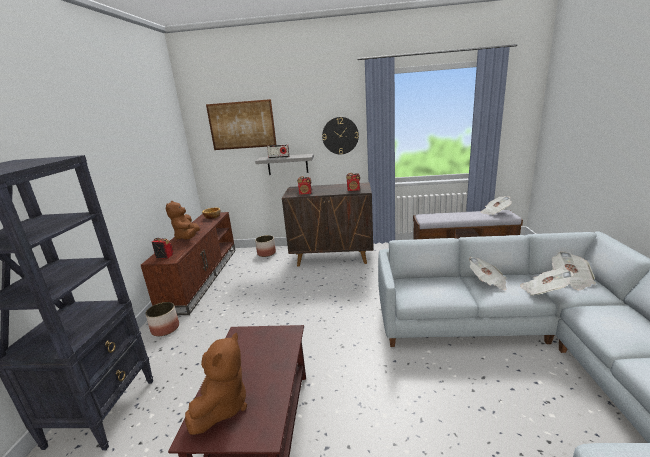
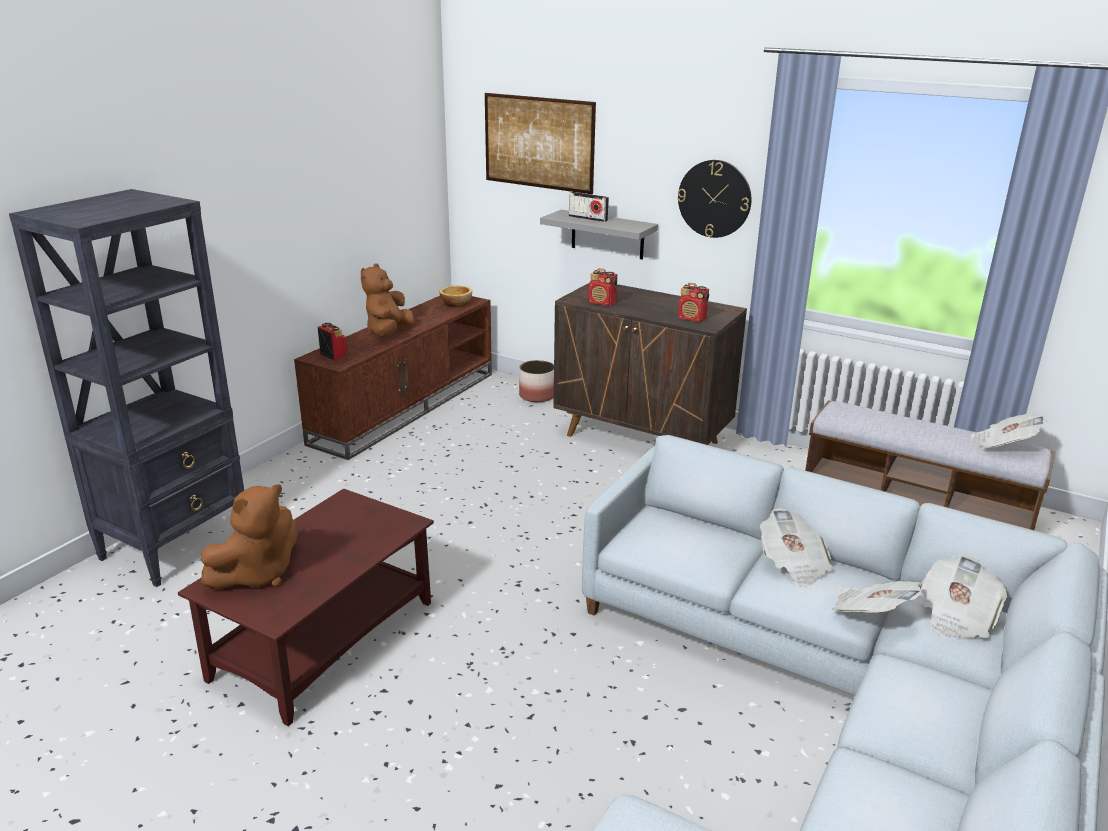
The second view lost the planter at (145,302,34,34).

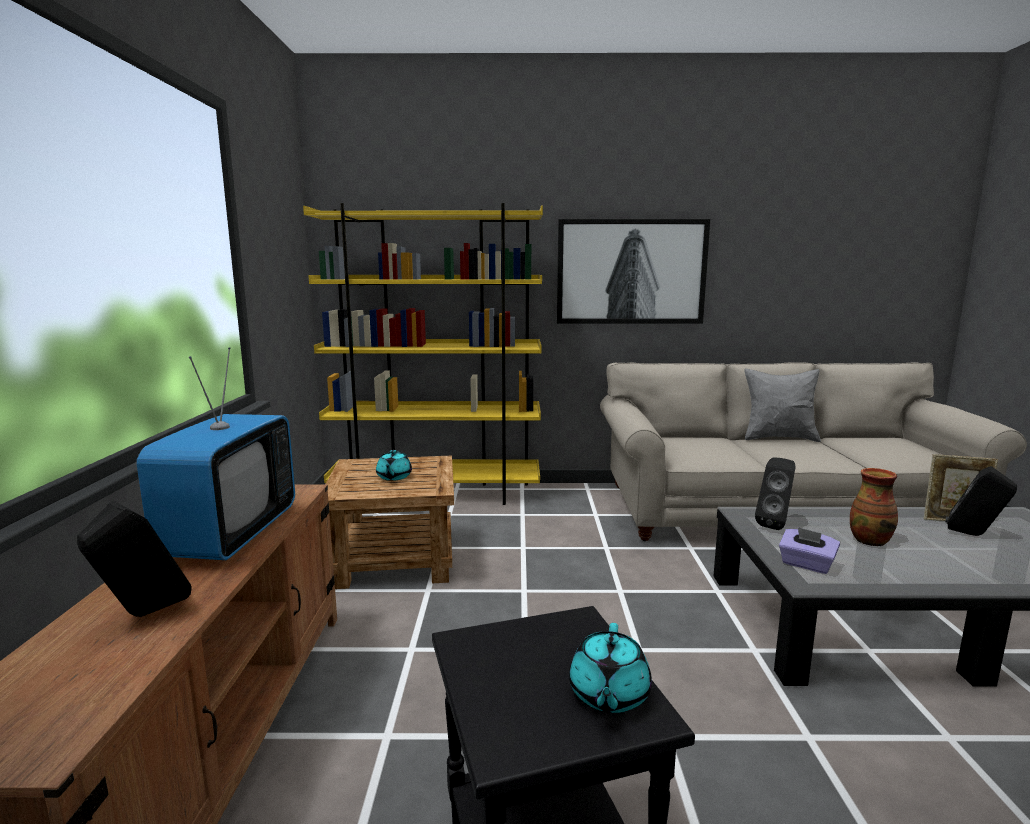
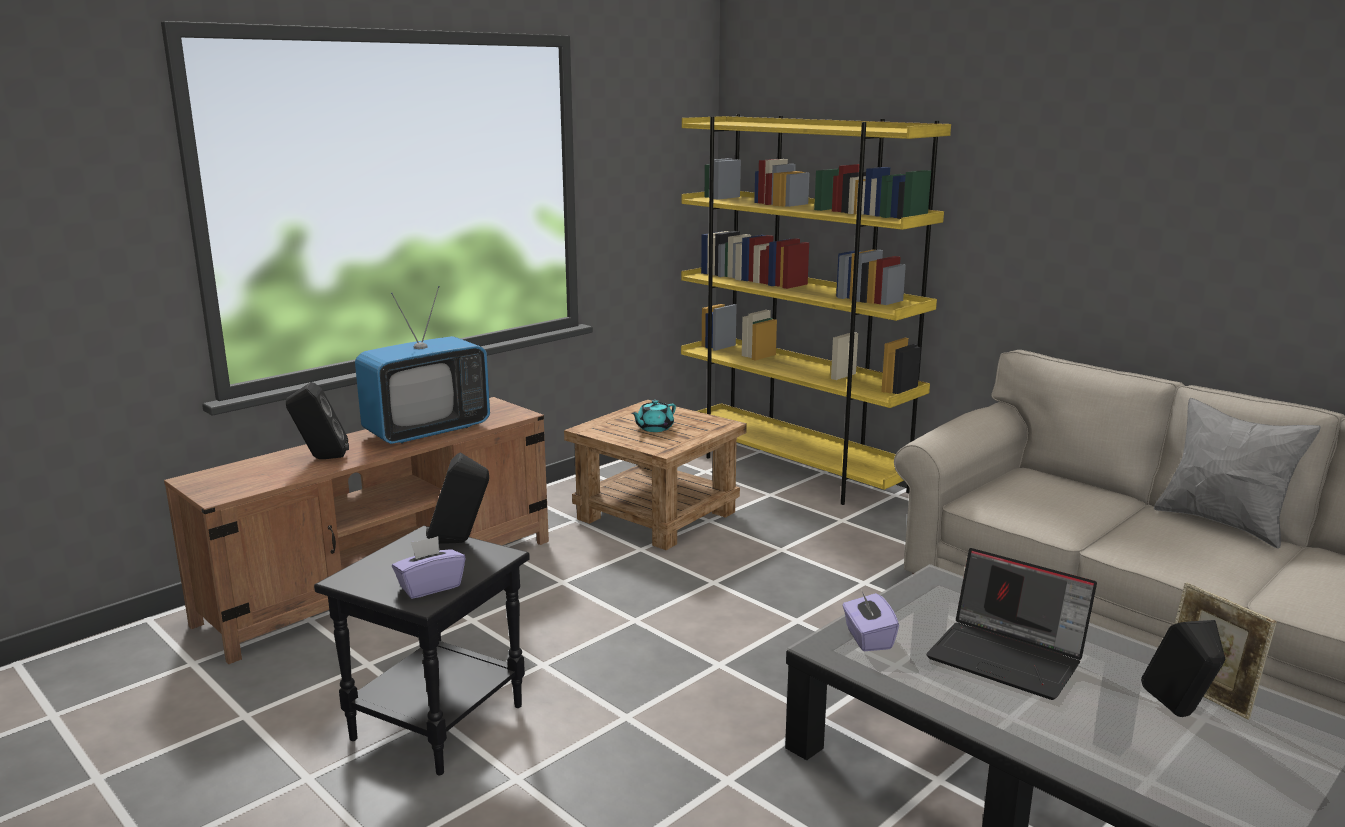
The second view lost the picture at (557,219,153,105).
The speaker (black) ended up elsewhere, having gone from (755,457,40,73) to (426,452,63,92).
Where the teapot (turquoise) stood at (569,623,83,90), the tissue box (purple) came to stand at (392,536,74,63).
Where the vase stood at (850,468,48,79), the laptop came to stand at (926,548,171,152).

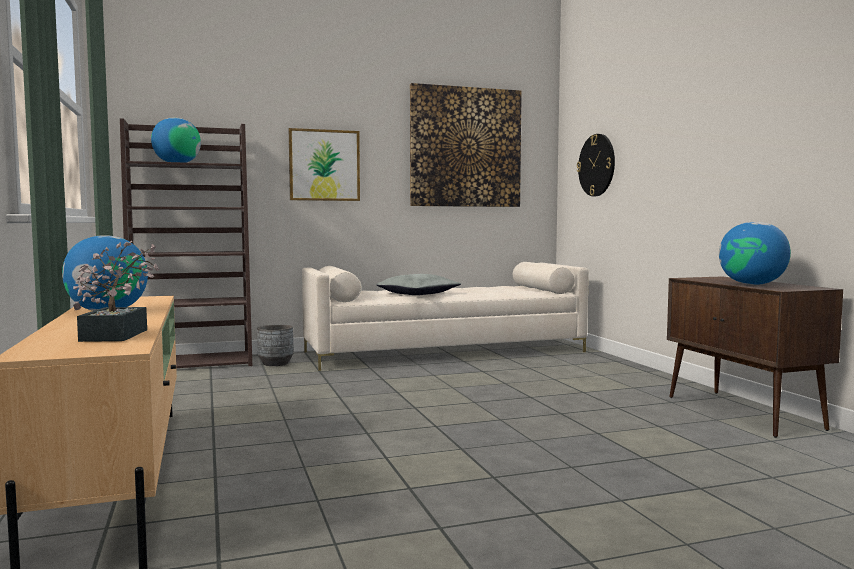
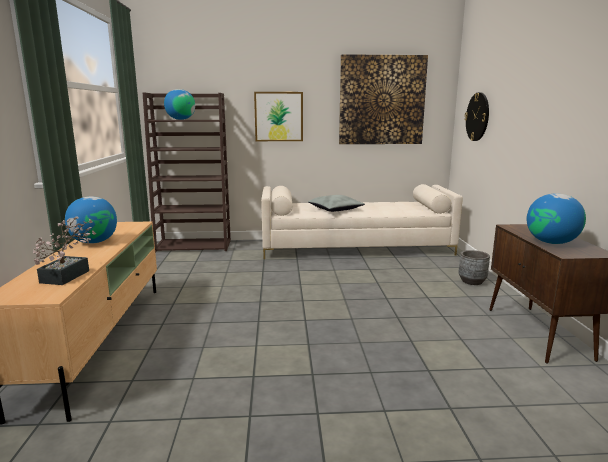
The planter (grey) ended up elsewhere, having gone from (257,325,37,41) to (458,250,32,35).

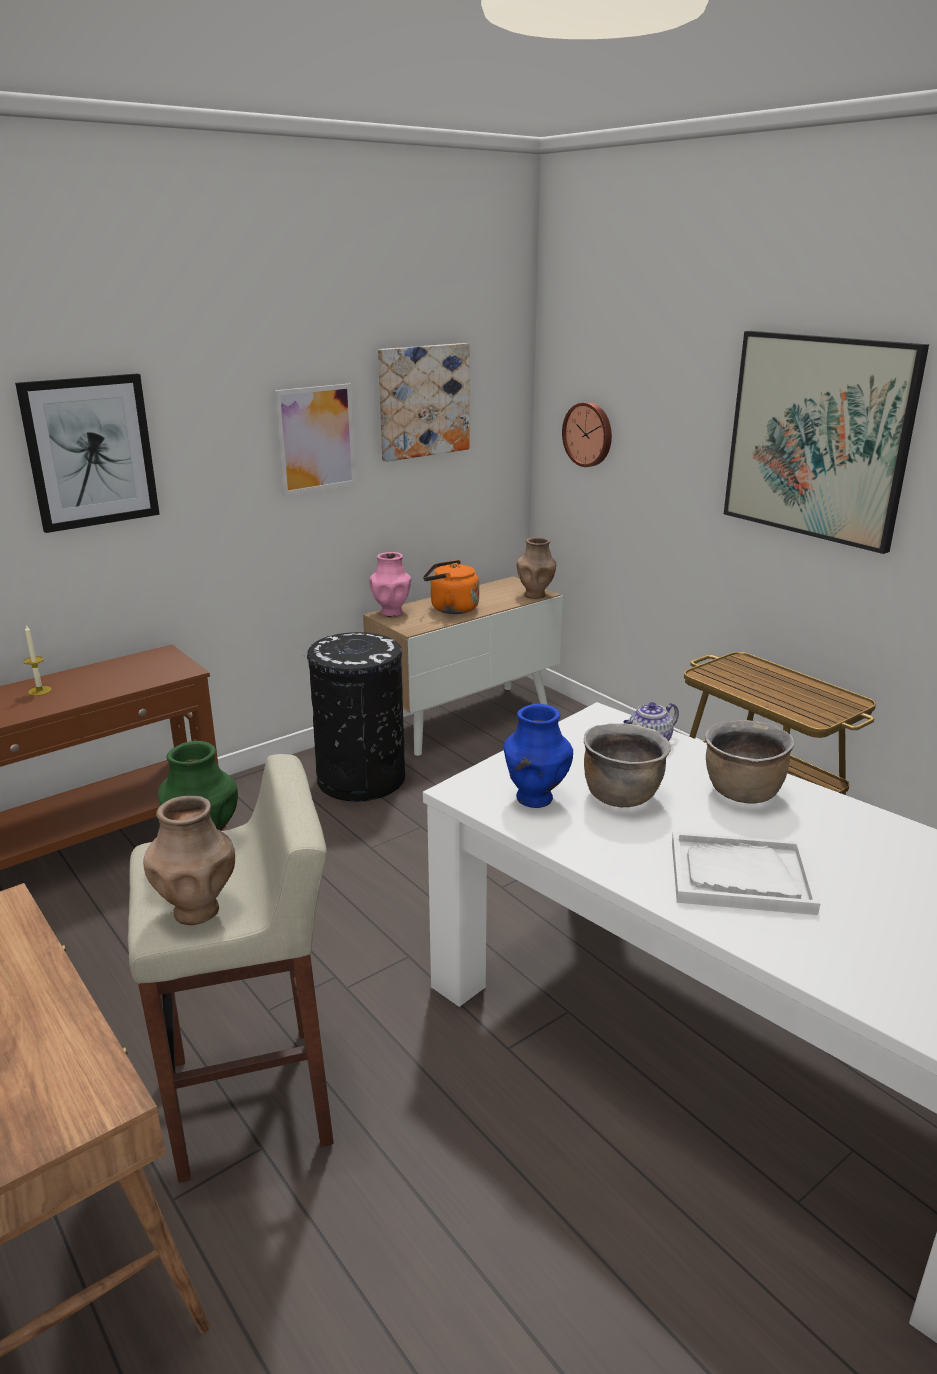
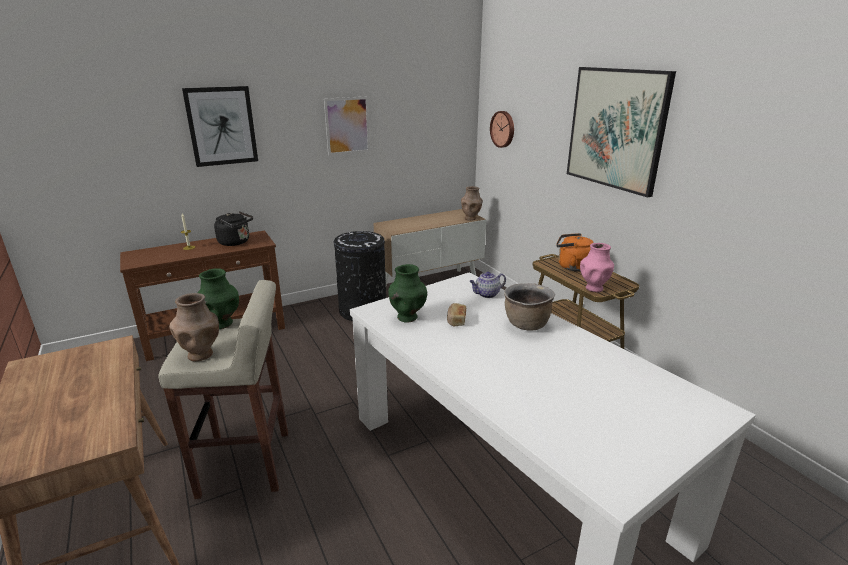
The second view lost the picture at (378,343,91,119).
The second view lost the tray (white) at (672,832,148,83).
The second view gained the kettle (black) at (214,211,39,35).
The vase (pink) ended up elsewhere, having gone from (369,552,42,65) to (580,243,34,49).
The kettle (orange) ended up elsewhere, having gone from (423,560,56,54) to (556,233,37,38).
Where the cooking pot (brown) stood at (584,723,87,84), the bread came to stand at (447,303,19,24).
What was the vase (blue) at (503,704,70,104) turned into the vase (green) at (388,264,39,59).

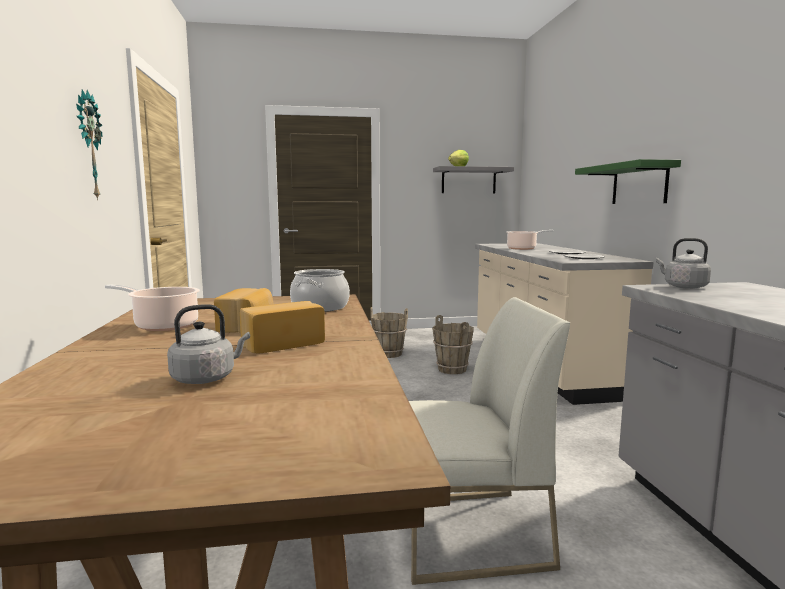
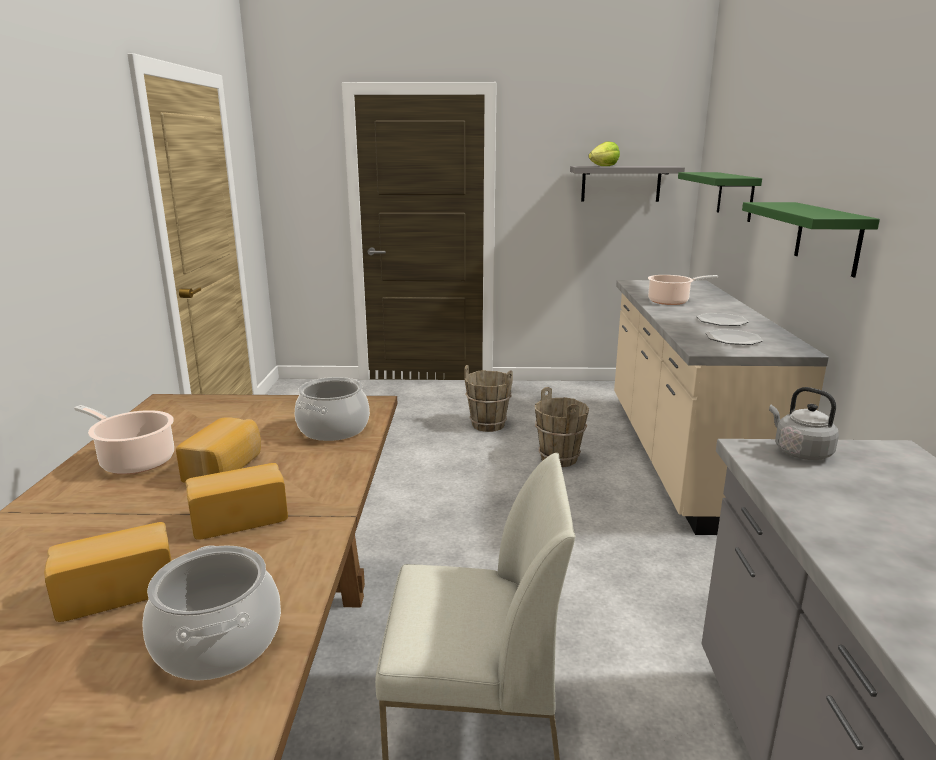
The second view lost the wall clock at (76,90,26,110).
The second view gained the cooking pot at (142,545,139,135).
The second view gained the shelf (green) at (678,172,84,50).
Where the kettle (grey) stood at (167,304,83,80), the bread came to stand at (44,522,128,100).

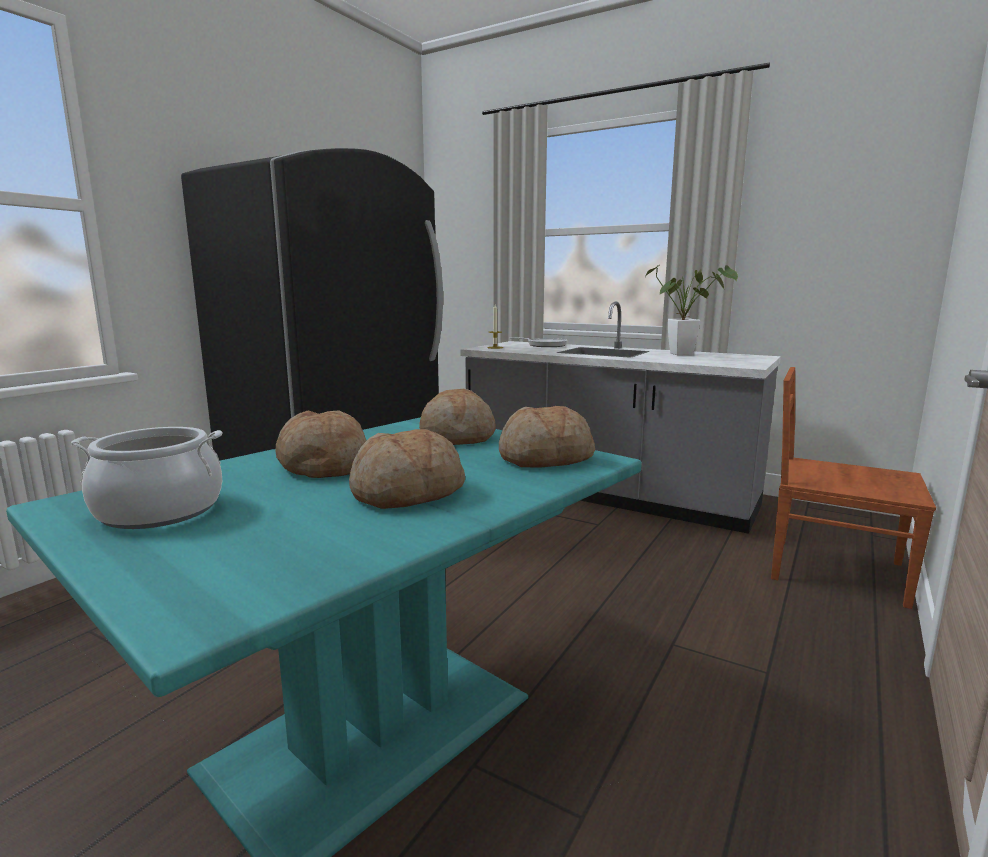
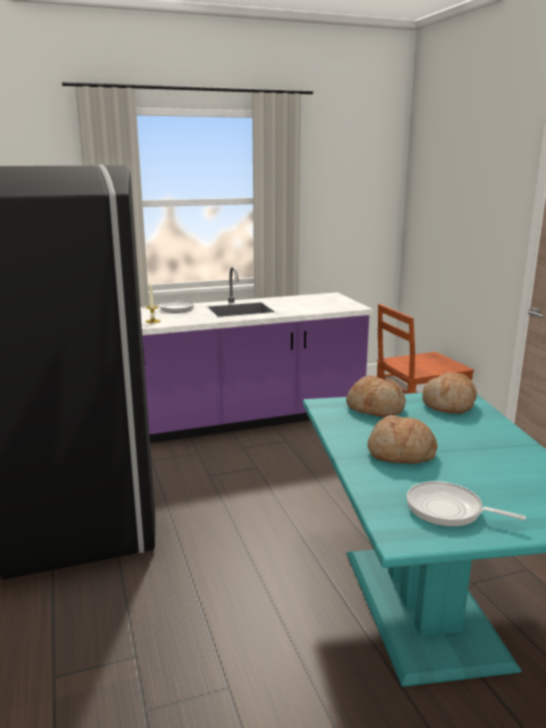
The second view lost the bread at (349,429,116,80).
The second view lost the potted plant at (645,265,93,90).
Where the cooking pot stood at (71,427,152,102), the frying pan came to stand at (407,481,119,46).
What was the counter (grey) at (460,301,321,233) turned into the counter (purple) at (140,266,233,177).

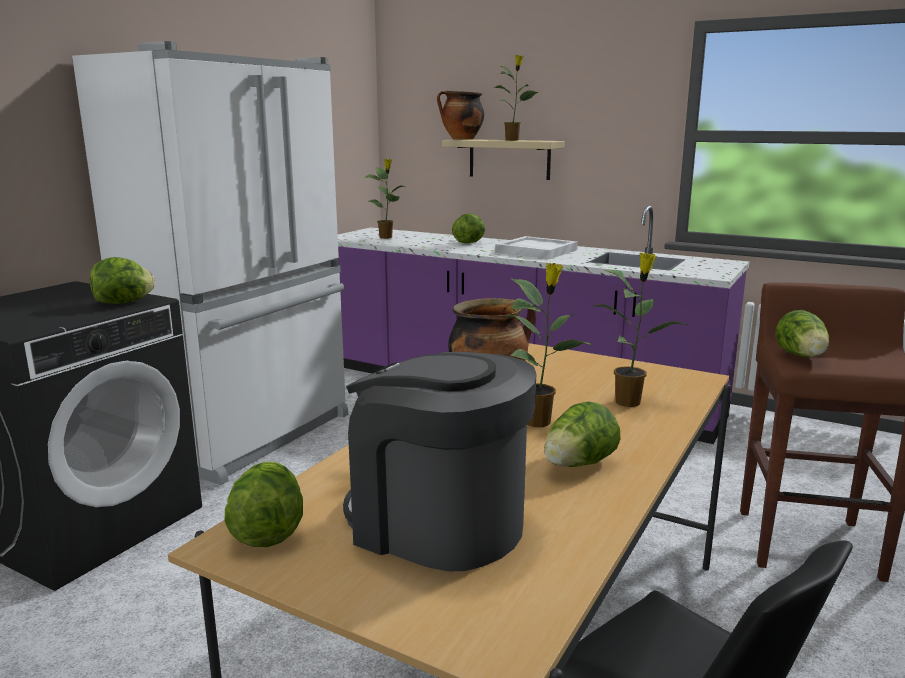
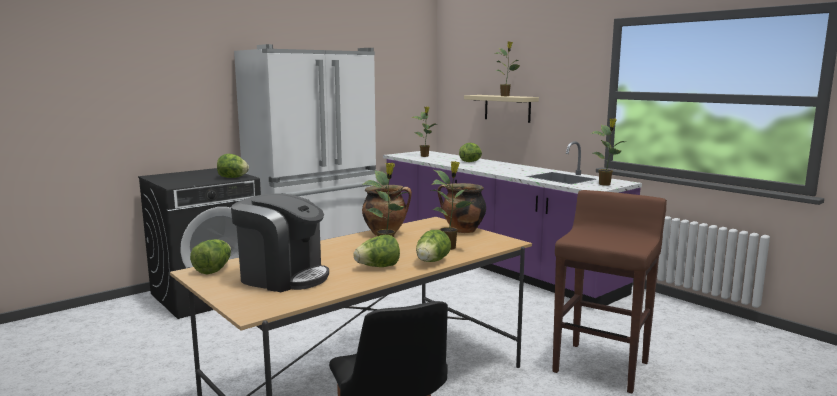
The second view lost the tray (white) at (495,236,83,23).
The second view gained the potted plant at (590,118,34,68).
The cooking pot ended up elsewhere, having gone from (437,91,47,49) to (438,183,48,50).
The lettuce ended up elsewhere, having gone from (776,310,53,47) to (416,230,35,32).
The coffee machine at (343,352,194,219) ended up facing another way, 150 degrees clockwise from before.

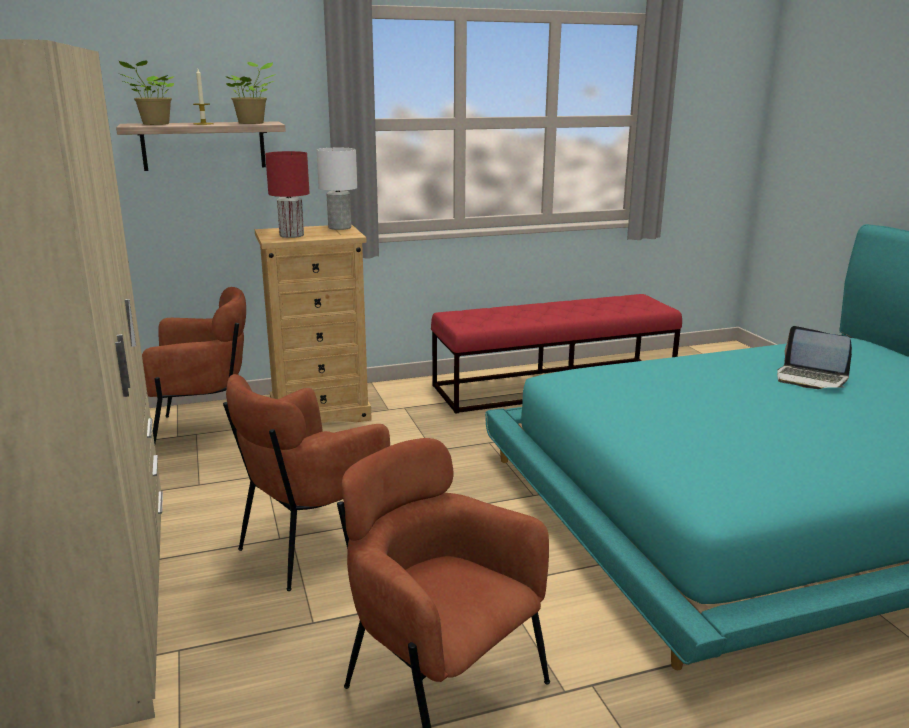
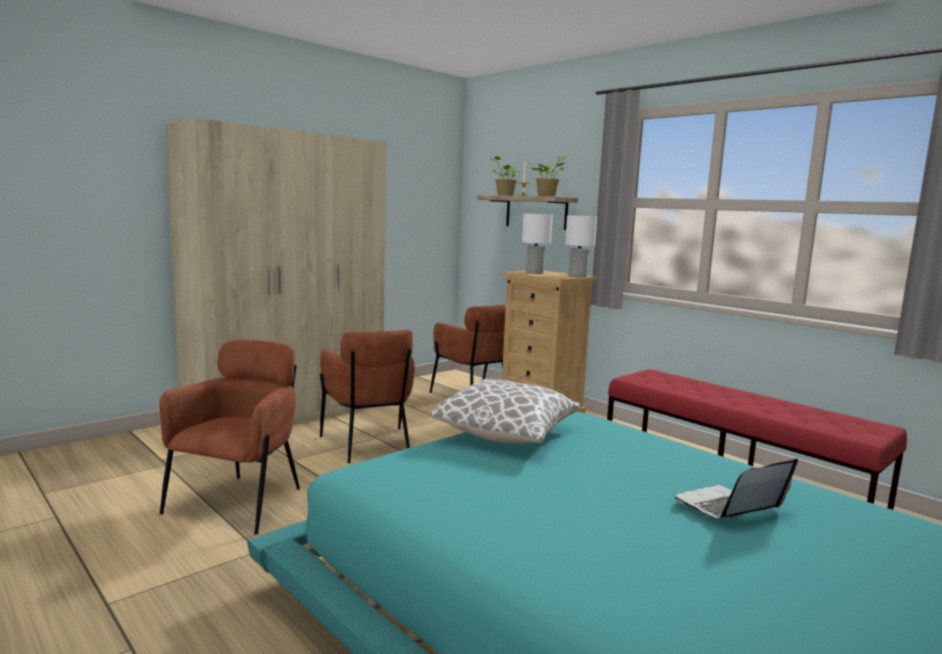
The second view gained the pillow at (431,379,150,65).
What was the table lamp (red) at (265,151,44,87) turned into the table lamp (white) at (522,213,31,61).
The armchair (brown) at (223,374,167,217) ended up facing another way, 135 degrees counterclockwise from before.
The laptop at (777,326,75,63) ended up facing another way, 45 degrees clockwise from before.

